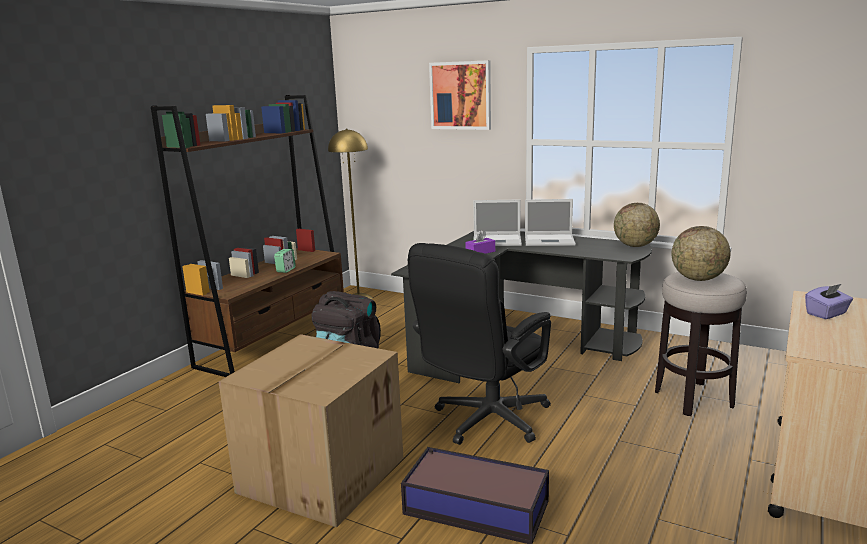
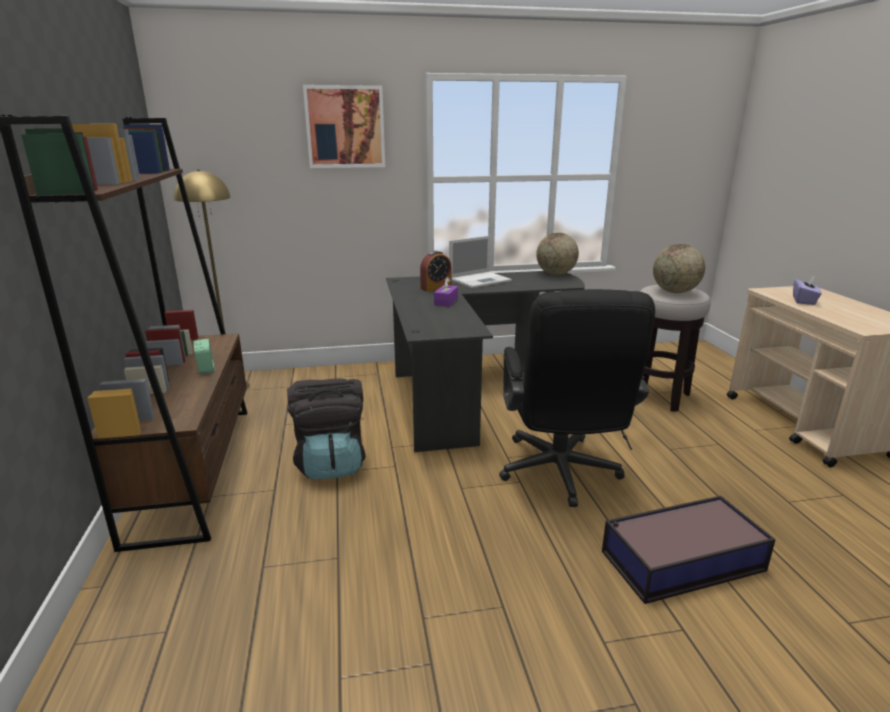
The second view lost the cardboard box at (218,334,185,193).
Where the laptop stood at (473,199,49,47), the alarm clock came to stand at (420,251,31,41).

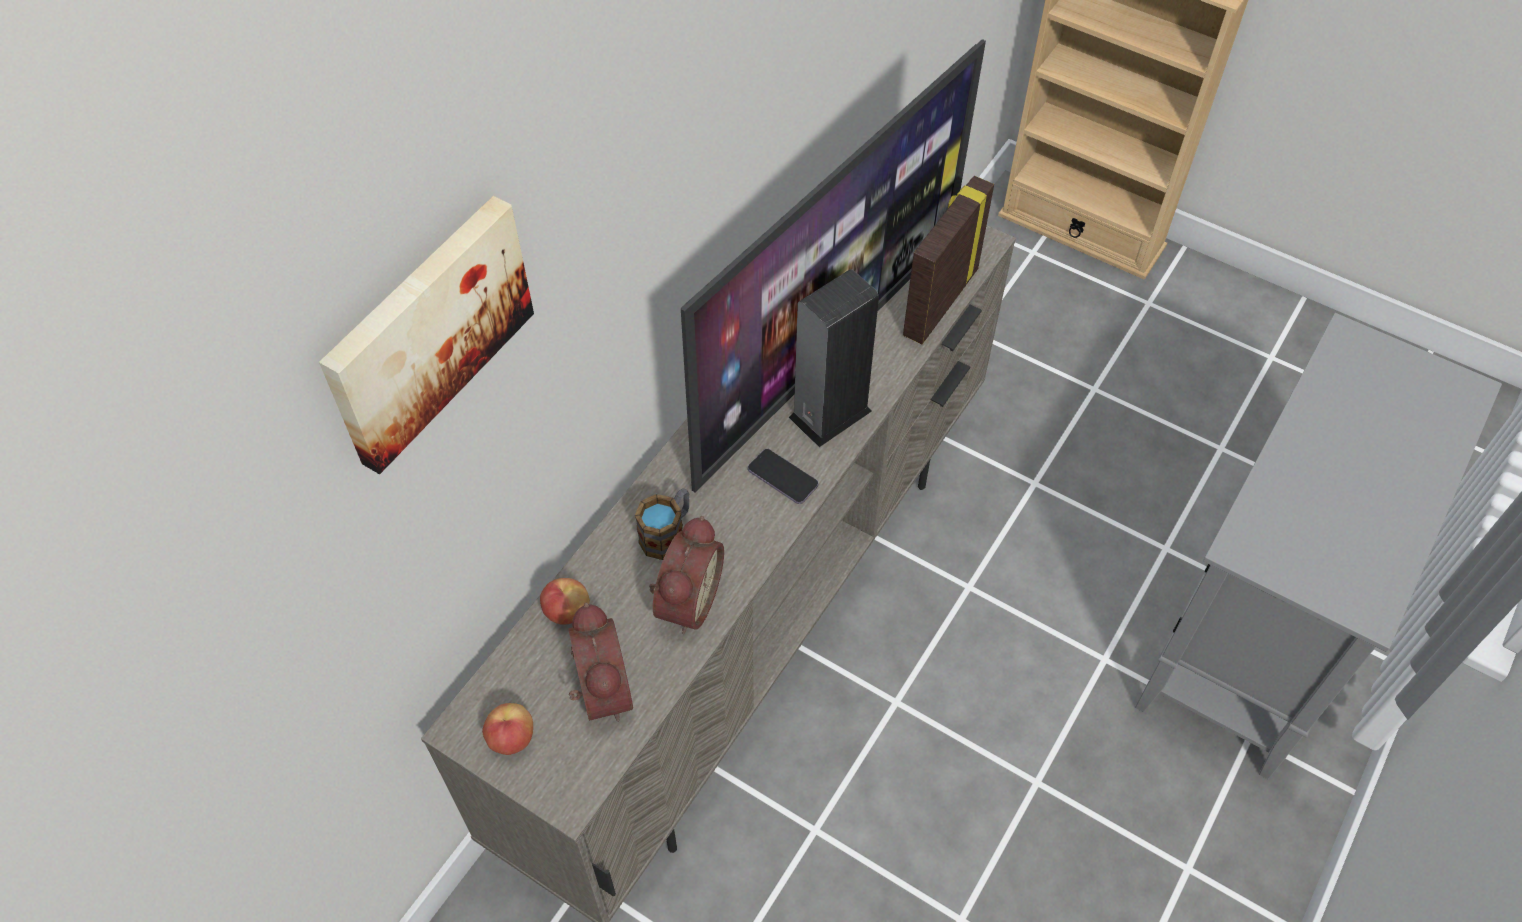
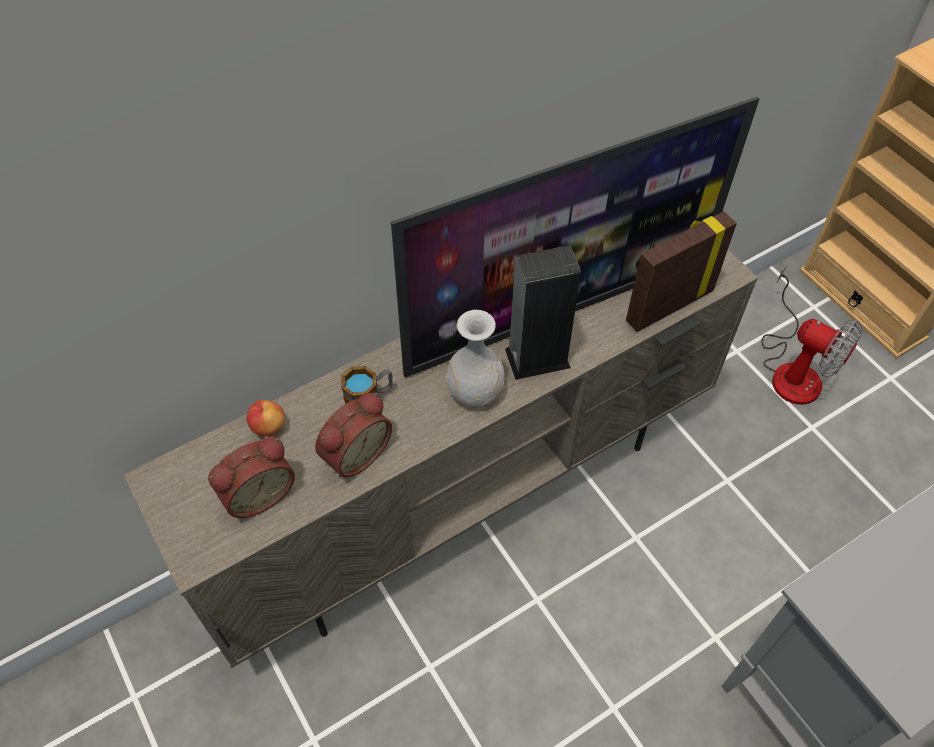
The second view lost the picture at (319,196,215,278).
The second view lost the apple at (482,703,51,52).
The second view gained the fan at (762,264,100,141).
Where the phone stood at (748,449,70,55), the vase (white) came to stand at (446,310,59,97).
The alarm clock at (568,603,65,119) ended up facing another way, 45 degrees clockwise from before.

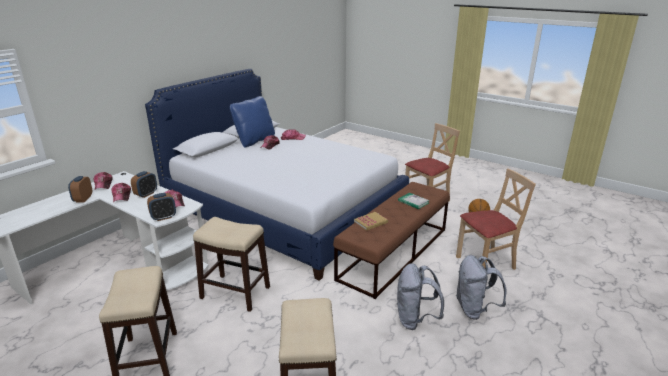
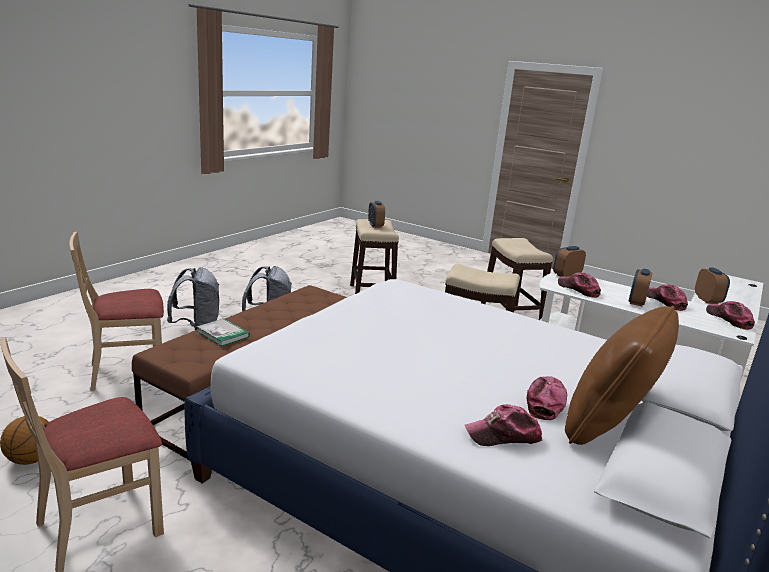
The second view lost the book at (354,212,34,19).
The second view gained the alarm clock at (368,201,17,27).
What was the pillow (blue) at (230,96,45,52) turned into the pillow (brown) at (565,306,114,139).

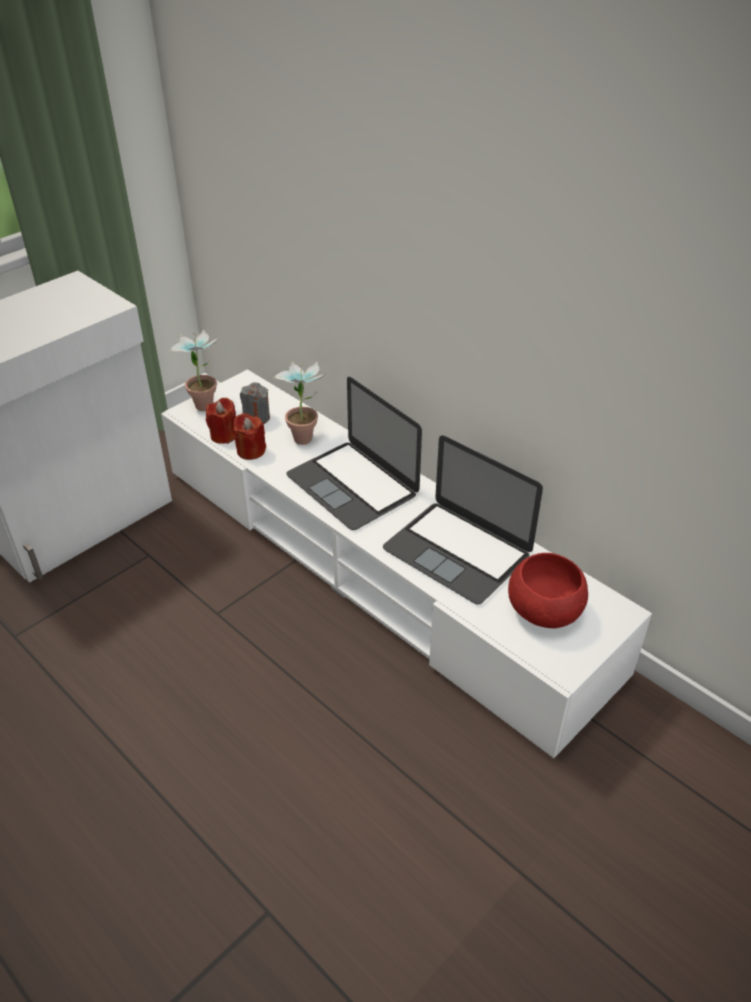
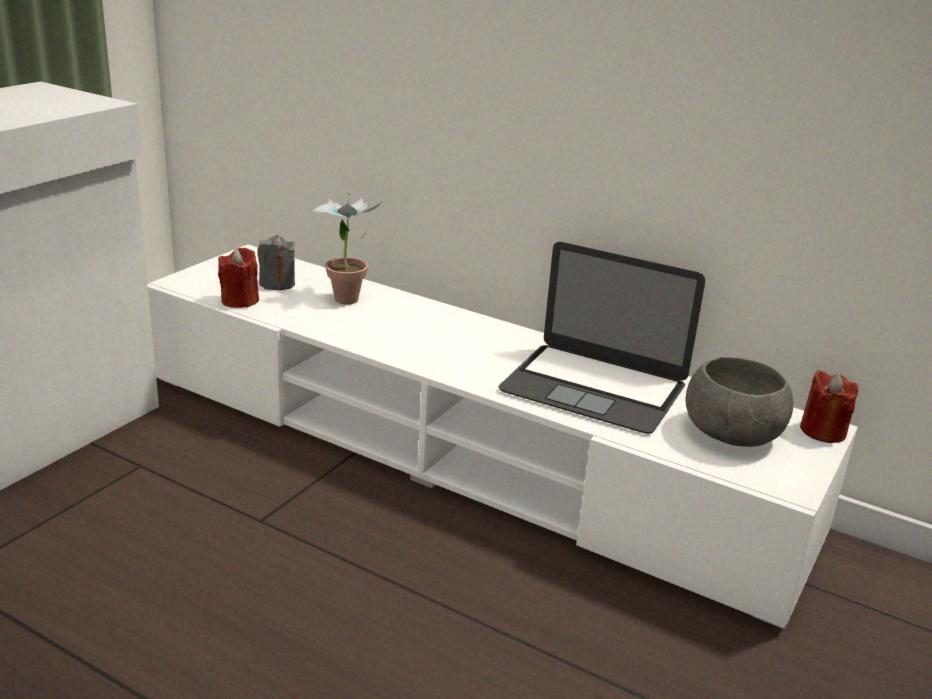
The second view lost the potted plant at (169,330,51,81).
The second view lost the laptop at (286,377,136,153).
The candle (red) ended up elsewhere, having gone from (233,413,33,47) to (800,370,59,73).
What was the bowl (red) at (508,553,80,75) turned into the bowl (grey) at (686,357,107,90).

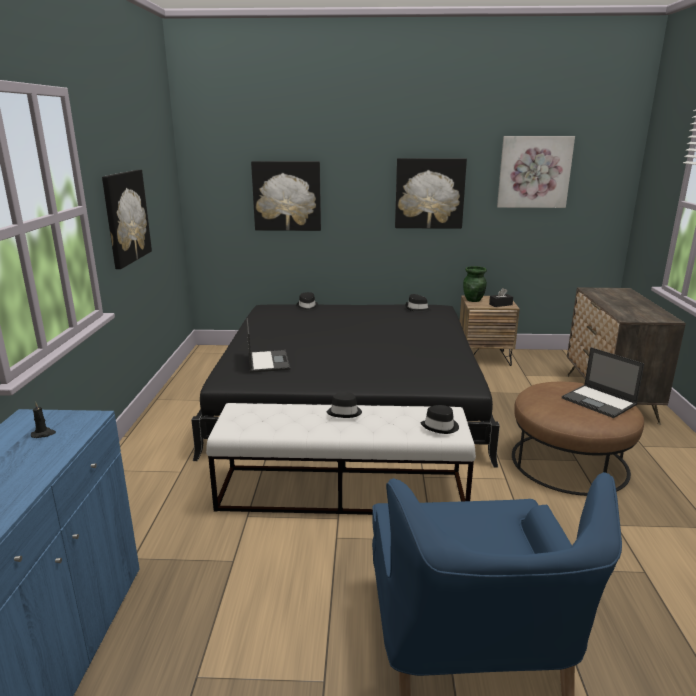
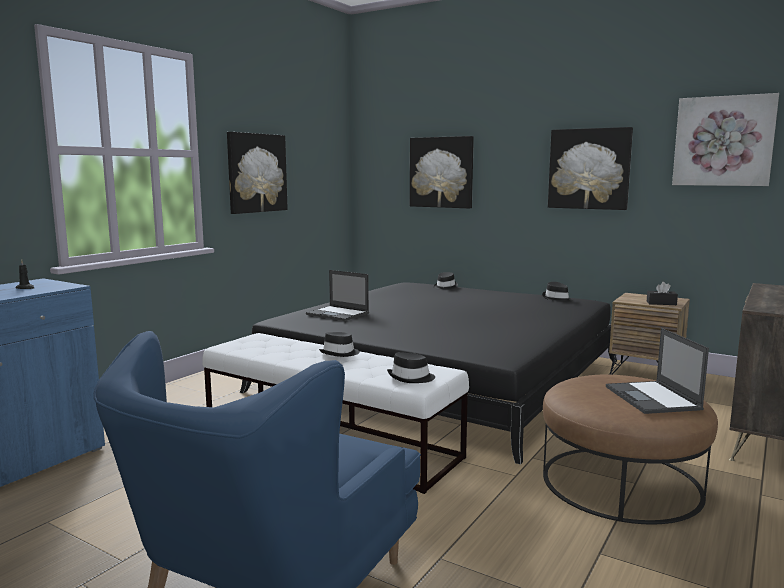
The second view lost the vase (green) at (463,266,24,36).
The laptop at (246,318,44,55) ended up facing another way, 105 degrees clockwise from before.

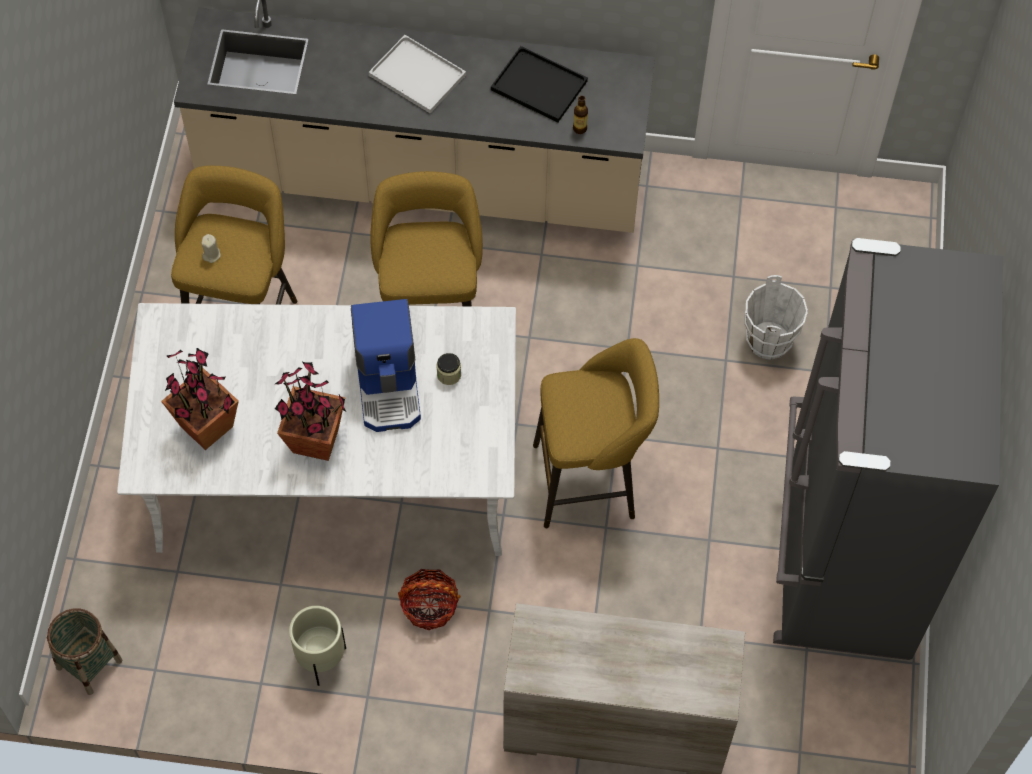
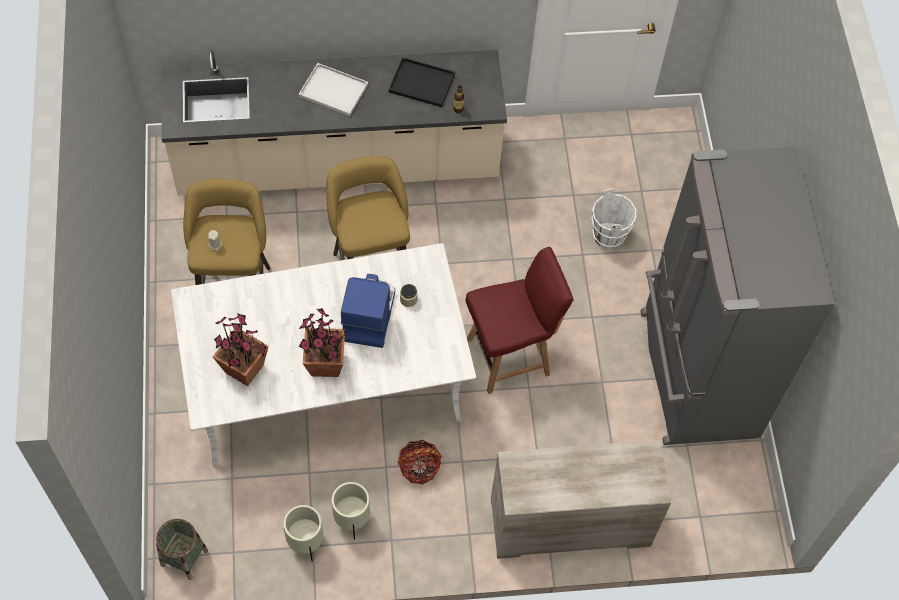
The second view gained the planter (beige) at (283,505,40,56).
Where the stool (yellow) stood at (533,338,126,190), the chair (red) came to stand at (465,247,109,147).
The coffee machine at (351,299,70,133) ended up facing another way, 150 degrees counterclockwise from before.

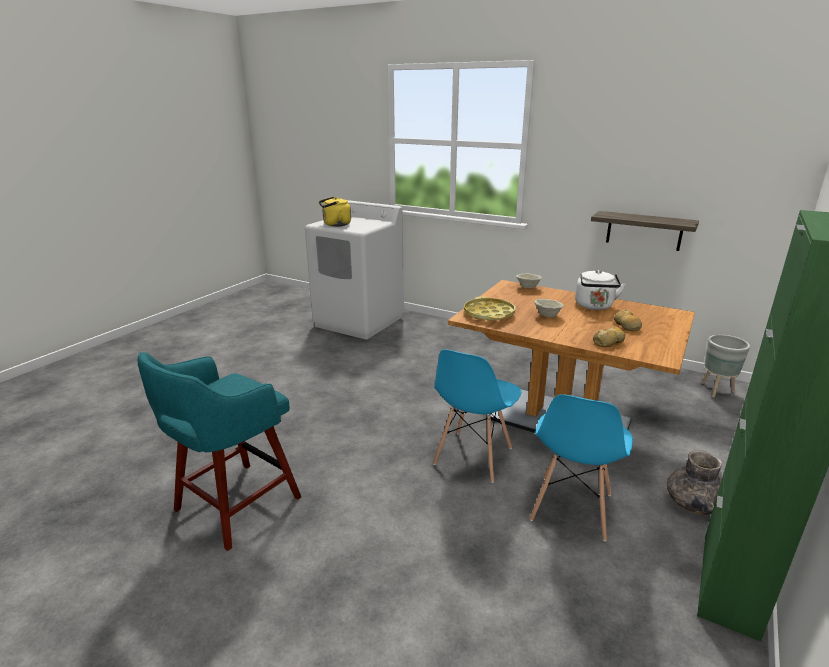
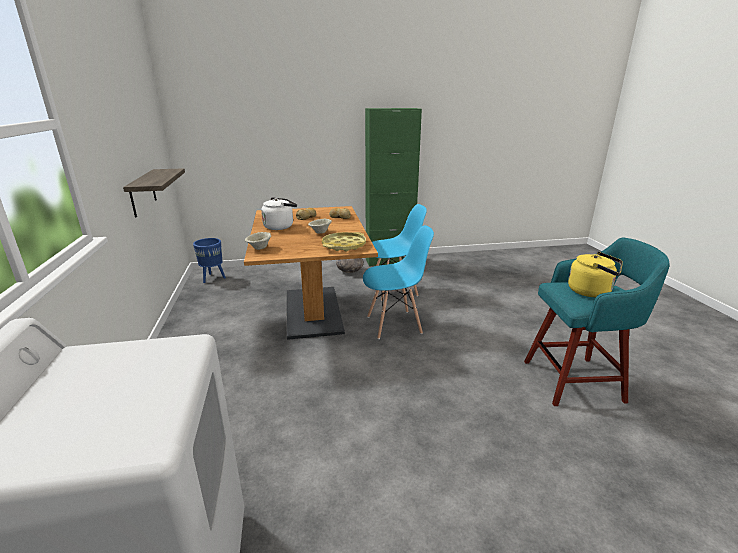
The kettle (yellow) ended up elsewhere, having gone from (319,197,32,29) to (568,252,55,45).
What was the planter (grey) at (702,335,48,62) turned into the planter (blue) at (193,238,33,45).

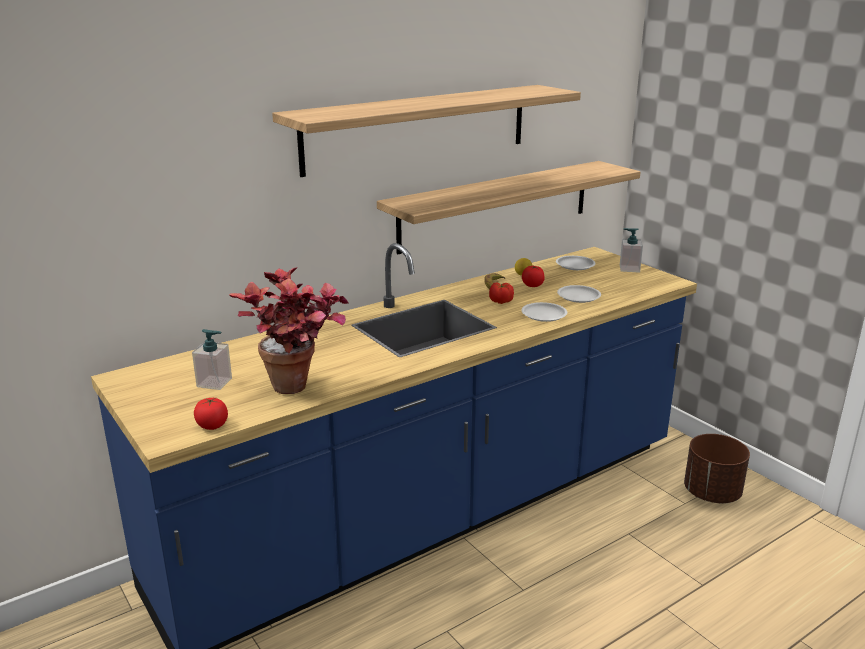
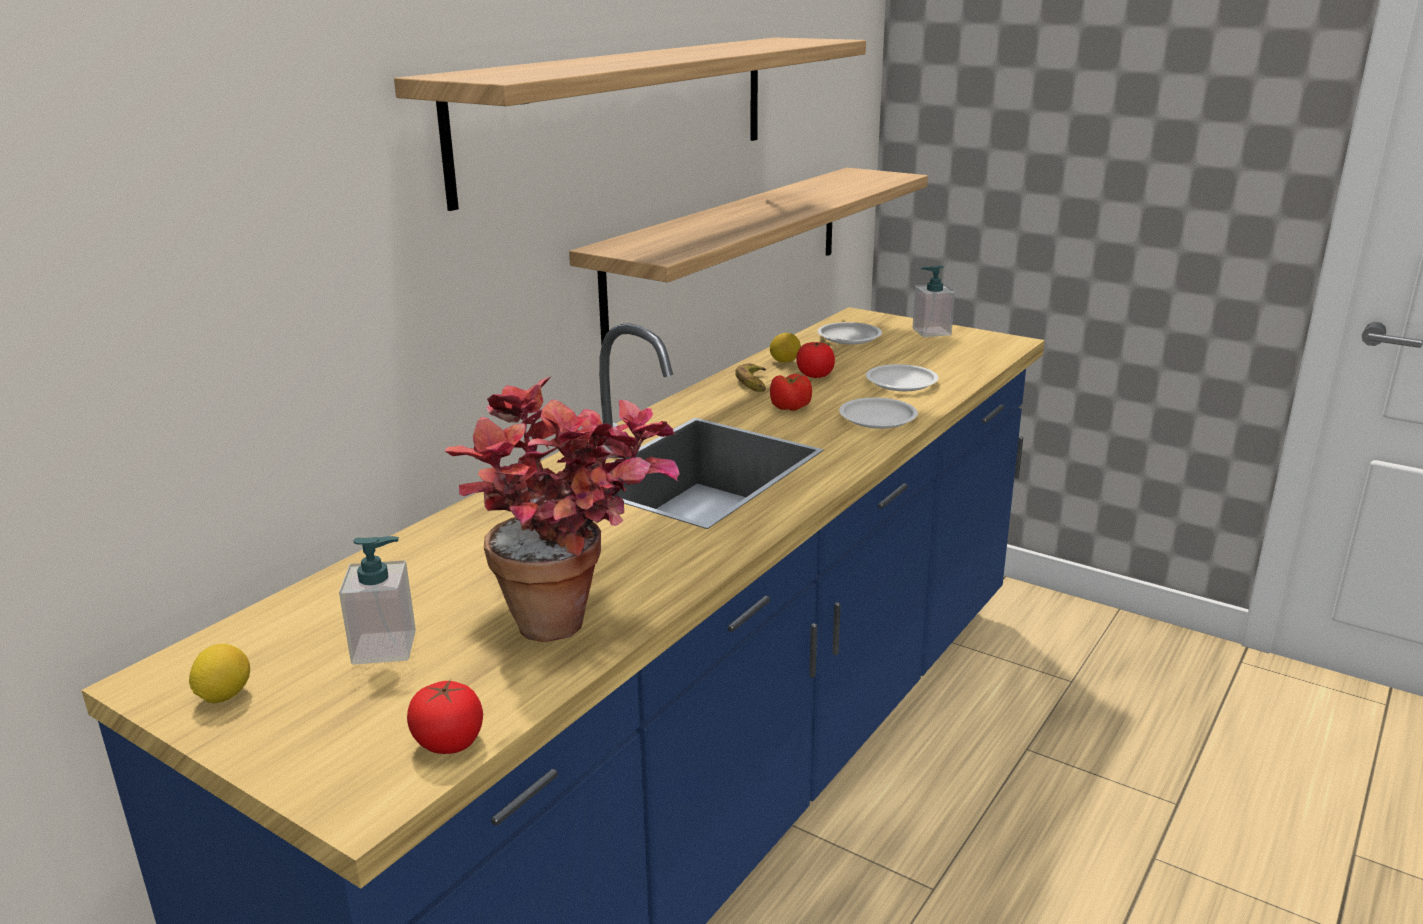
The second view lost the planter (brown) at (684,434,66,69).
The second view gained the lemon at (189,644,61,59).

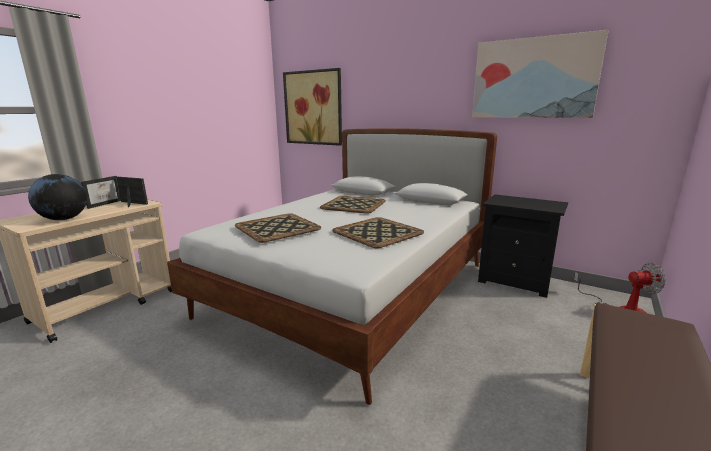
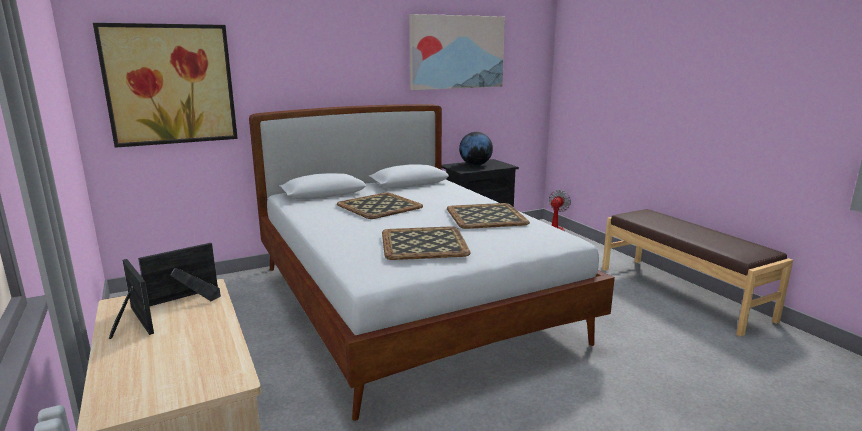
The globe ended up elsewhere, having gone from (28,174,59,46) to (459,132,34,34).

